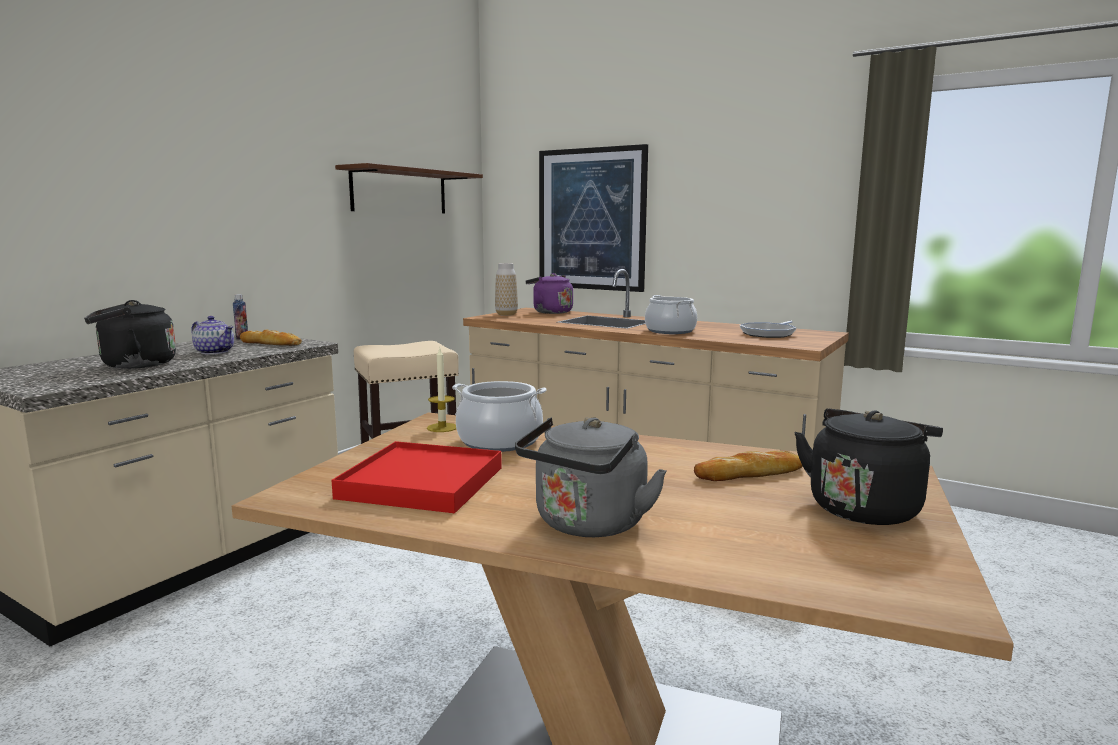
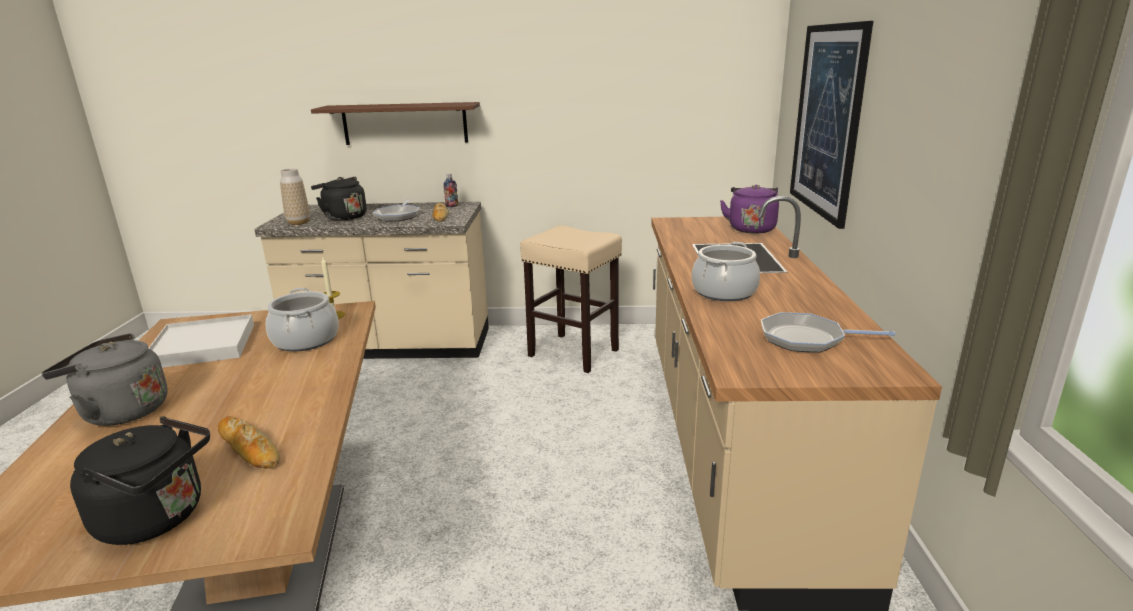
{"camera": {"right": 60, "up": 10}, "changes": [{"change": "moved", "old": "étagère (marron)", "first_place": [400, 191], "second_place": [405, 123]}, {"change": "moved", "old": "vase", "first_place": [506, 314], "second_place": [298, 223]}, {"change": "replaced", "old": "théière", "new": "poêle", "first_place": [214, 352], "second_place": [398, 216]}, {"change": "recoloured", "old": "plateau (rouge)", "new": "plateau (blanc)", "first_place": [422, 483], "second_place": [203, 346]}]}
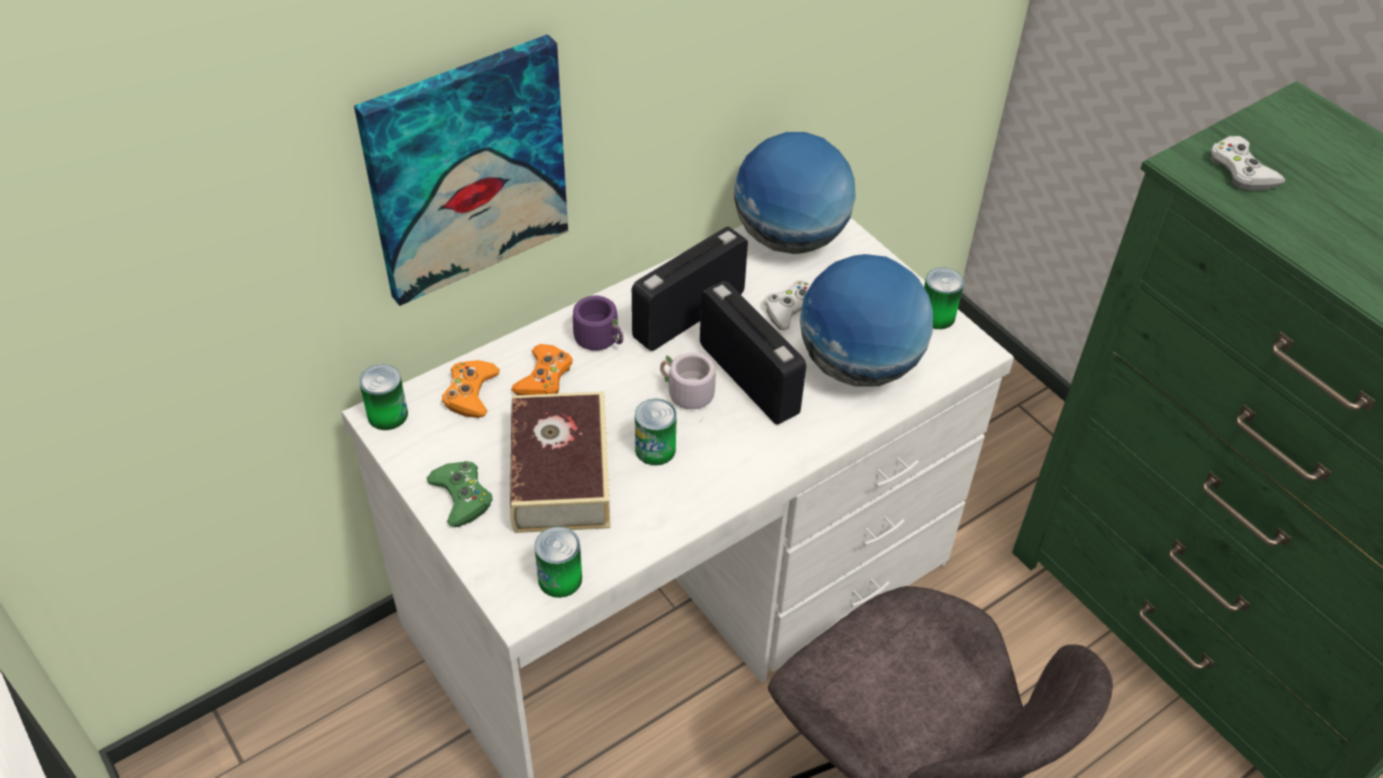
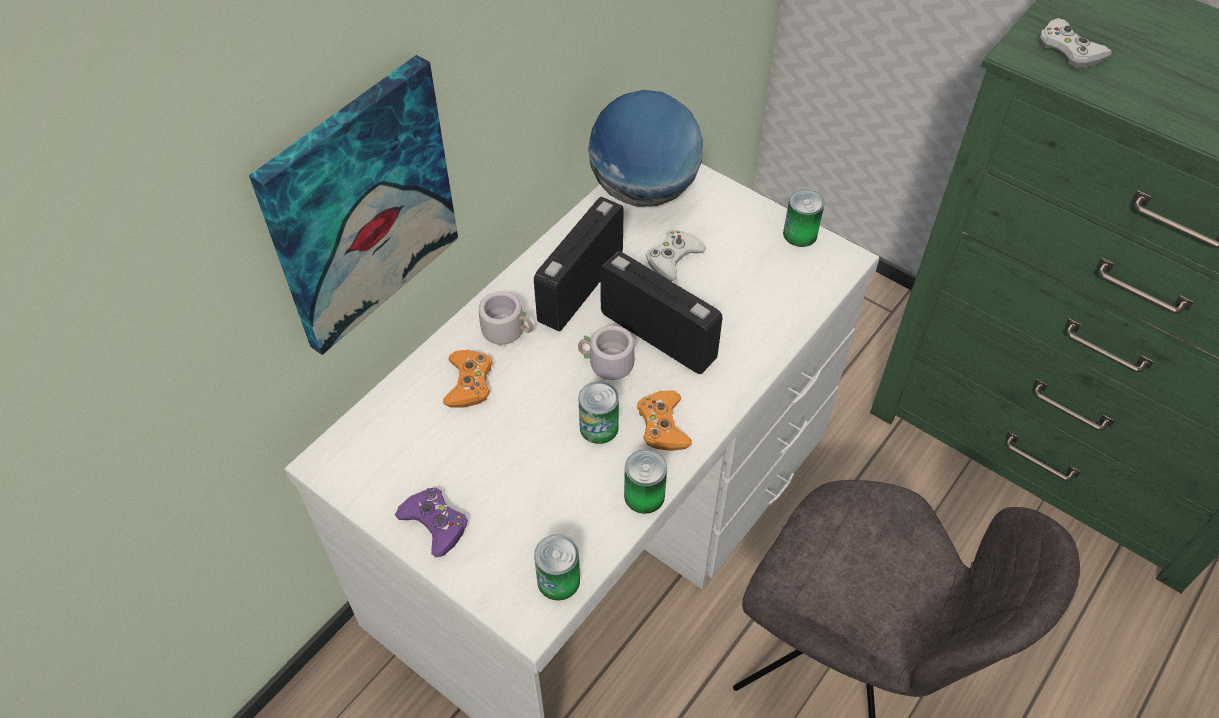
{"camera": {"right": -15, "up": 5}, "changes": [{"change": "removed", "old": "livre", "first_place": [560, 474]}, {"change": "removed", "old": "globe", "first_place": [858, 366]}, {"change": "moved", "old": "boîte métallique", "first_place": [387, 414], "second_place": [644, 495]}, {"change": "moved", "old": "manette (orange)", "first_place": [470, 393], "second_place": [662, 425]}, {"change": "recoloured", "old": "manette (vert)", "new": "manette (violet)", "first_place": [462, 497], "second_place": [435, 524]}, {"change": "recoloured", "old": "mug (violet)", "new": "mug (gris)", "first_place": [602, 338], "second_place": [509, 329]}]}
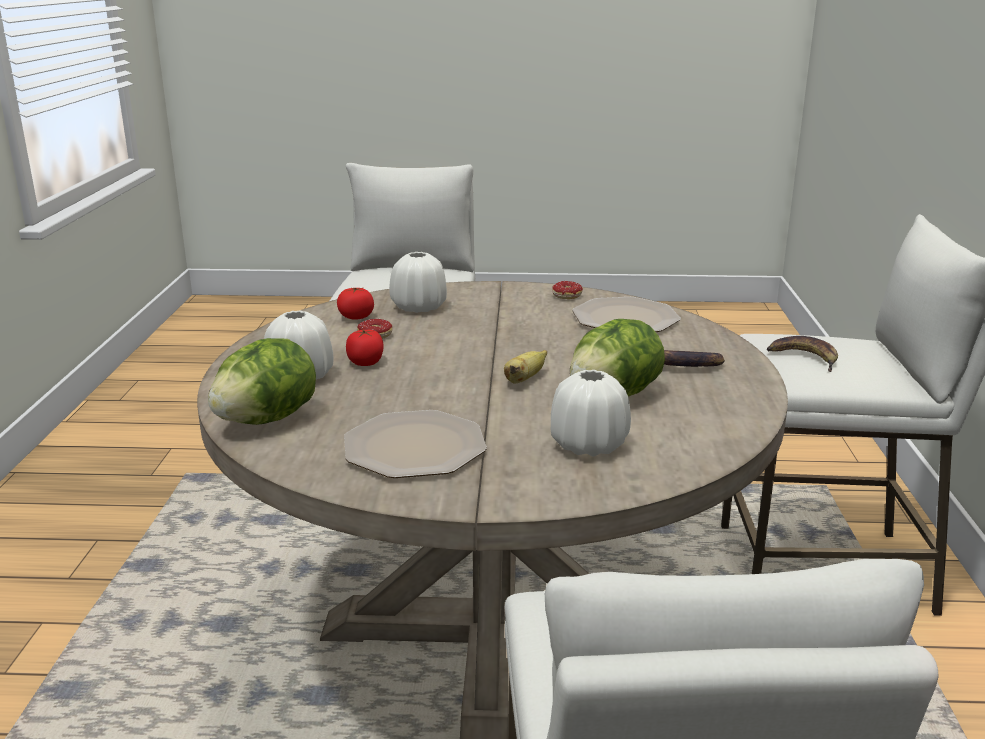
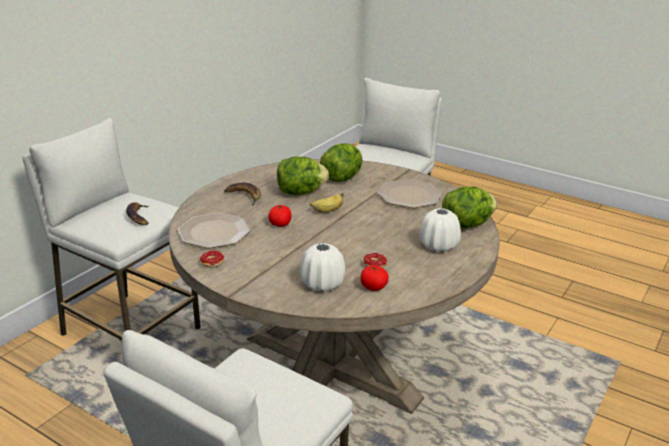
{"camera": {"right": -150, "up": 5}, "changes": [{"change": "moved", "old": "tomate", "first_place": [365, 363], "second_place": [280, 224]}, {"change": "replaced", "old": "vase (blanc)", "new": "laitue", "first_place": [589, 445], "second_place": [342, 178]}]}
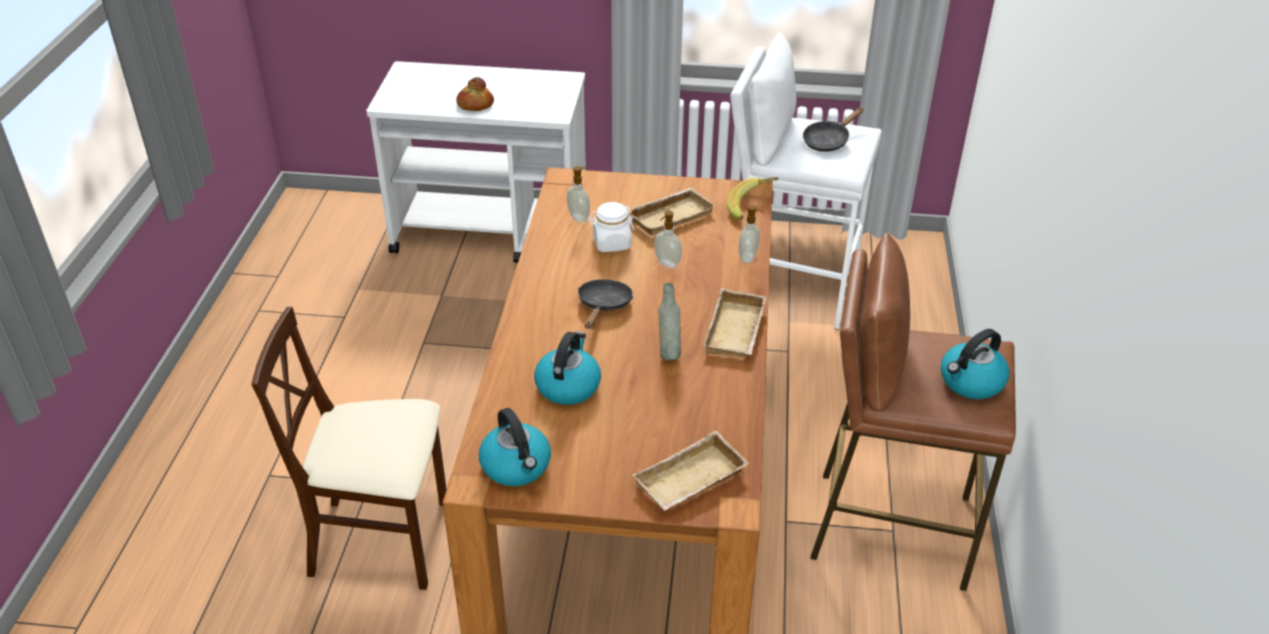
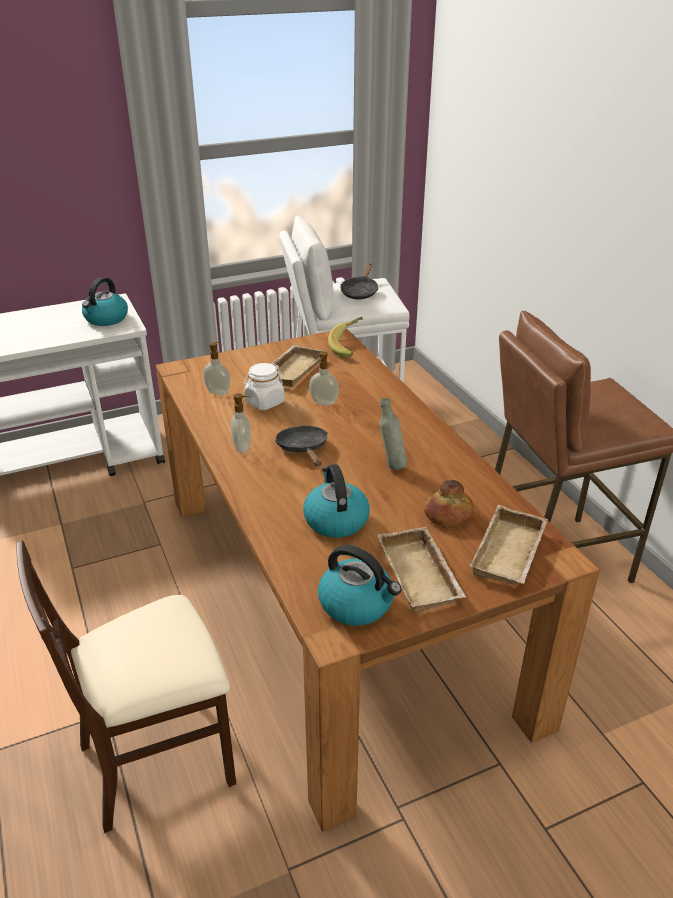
{"camera": {"right": -30, "up": -5}, "changes": [{"change": "moved", "old": "pain", "first_place": [475, 104], "second_place": [449, 515]}, {"change": "moved", "old": "plateau (beige)", "first_place": [737, 331], "second_place": [422, 575]}, {"change": "moved", "old": "distributeur de savon", "first_place": [748, 257], "second_place": [243, 447]}, {"change": "moved", "old": "bouilloire", "first_place": [971, 382], "second_place": [106, 319]}]}
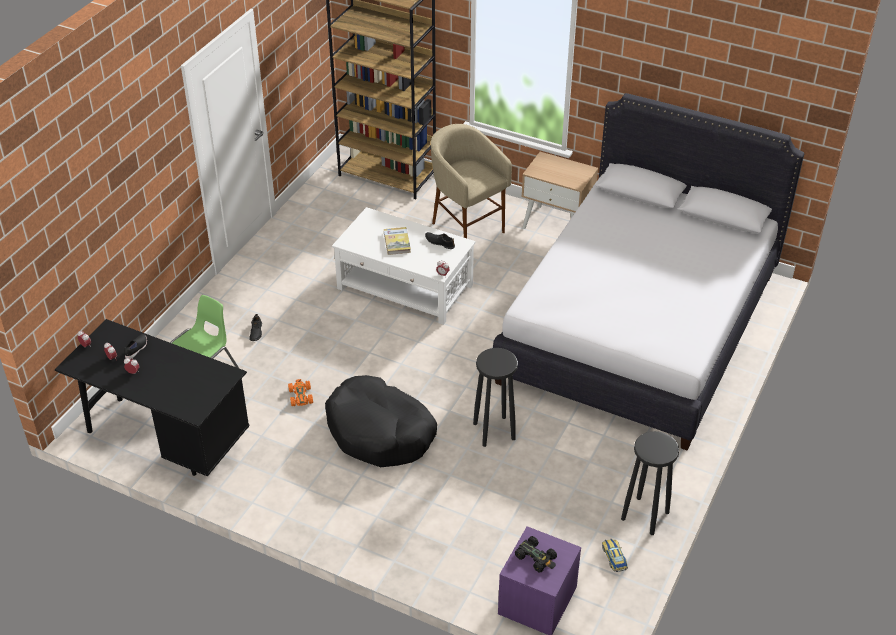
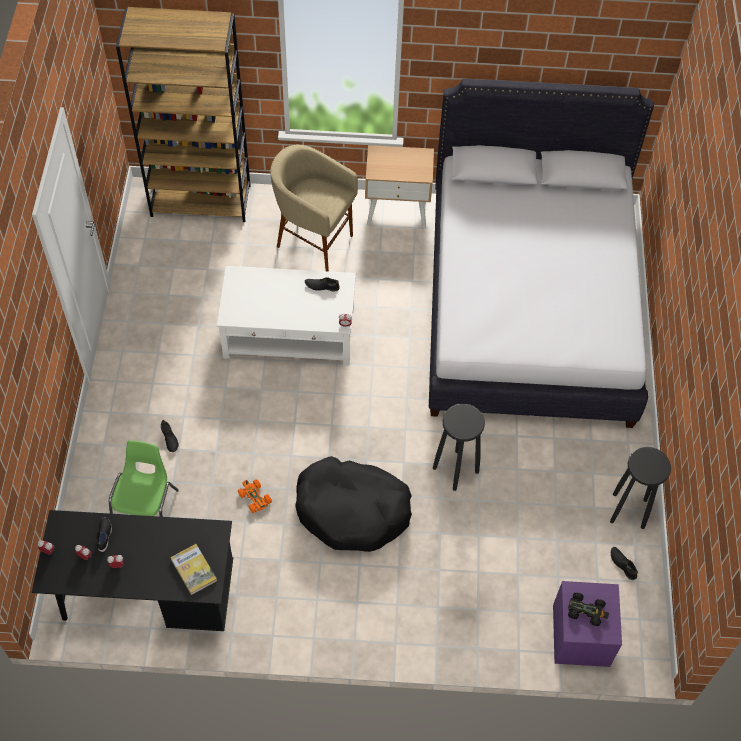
{"camera": {"right": -25, "up": 15}, "changes": [{"change": "moved", "old": "livre", "first_place": [397, 242], "second_place": [194, 570]}, {"change": "replaced", "old": "petite voiture", "new": "chaussure (noir)", "first_place": [614, 557], "second_place": [623, 564]}]}
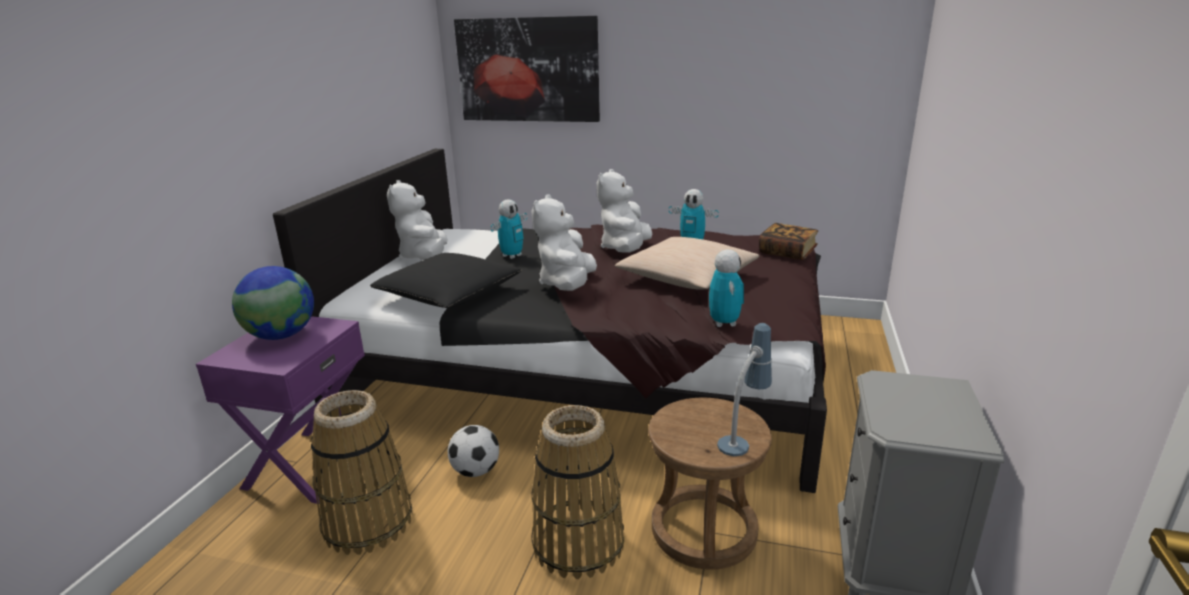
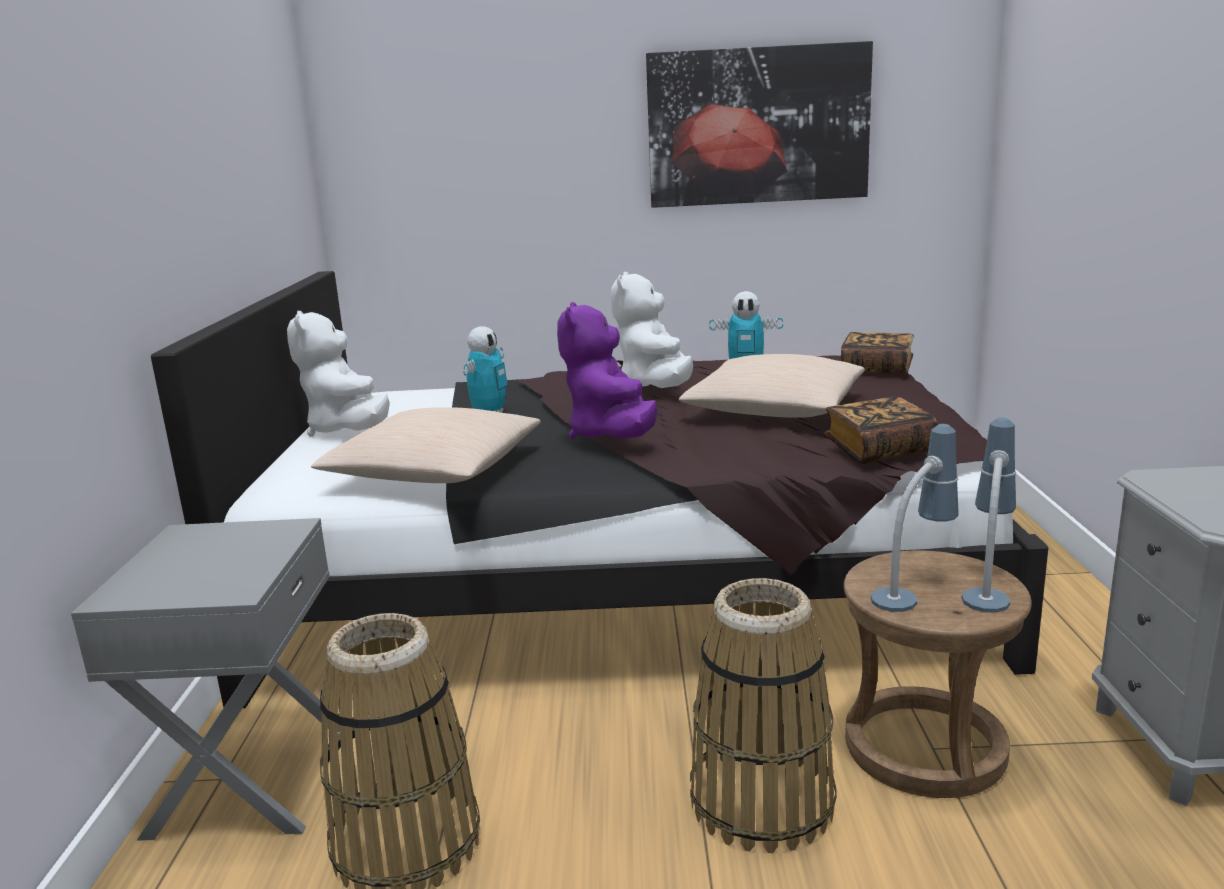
{"camera": {"right": -15, "up": -5}, "changes": [{"change": "removed", "old": "globe", "first_place": [281, 335]}, {"change": "removed", "old": "ballon de foot", "first_place": [476, 471]}, {"change": "added", "new": "lampe de table", "second_place": [913, 591]}, {"change": "moved", "old": "tableau", "first_place": [528, 70], "second_place": [758, 126]}, {"change": "replaced", "old": "robot jouet", "new": "livre", "first_place": [724, 323], "second_place": [879, 450]}, {"change": "recoloured", "old": "table de chevet (violet)", "new": "table de chevet (gris)", "first_place": [309, 465], "second_place": [248, 779]}, {"change": "recoloured", "old": "coussin (noir)", "new": "coussin (beige)", "first_place": [449, 295], "second_place": [434, 470]}, {"change": "recoloured", "old": "peluche (blanc)", "new": "peluche (violet)", "first_place": [567, 284], "second_place": [611, 435]}]}
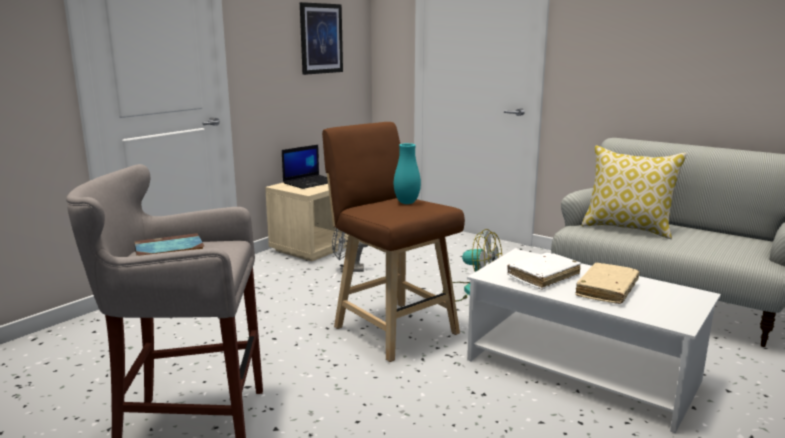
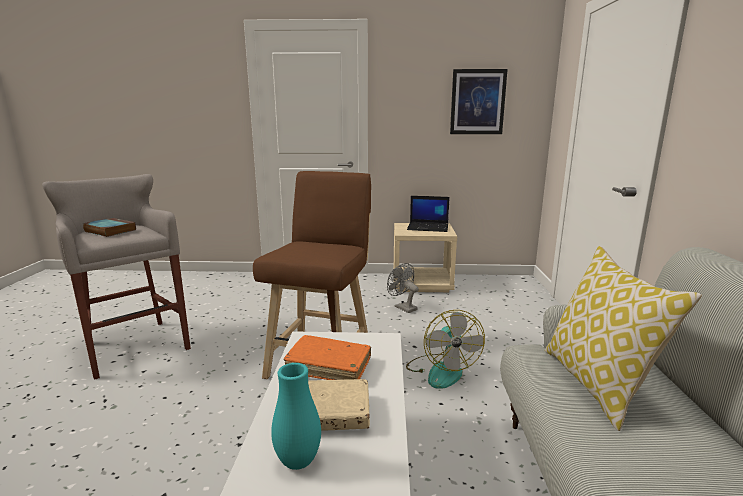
{"camera": {"right": 55, "up": 0}, "changes": [{"change": "moved", "old": "vase (turquoise)", "first_place": [407, 203], "second_place": [298, 461]}, {"change": "recoloured", "old": "livre (blanc)", "new": "livre (orange)", "first_place": [543, 277], "second_place": [328, 366]}]}
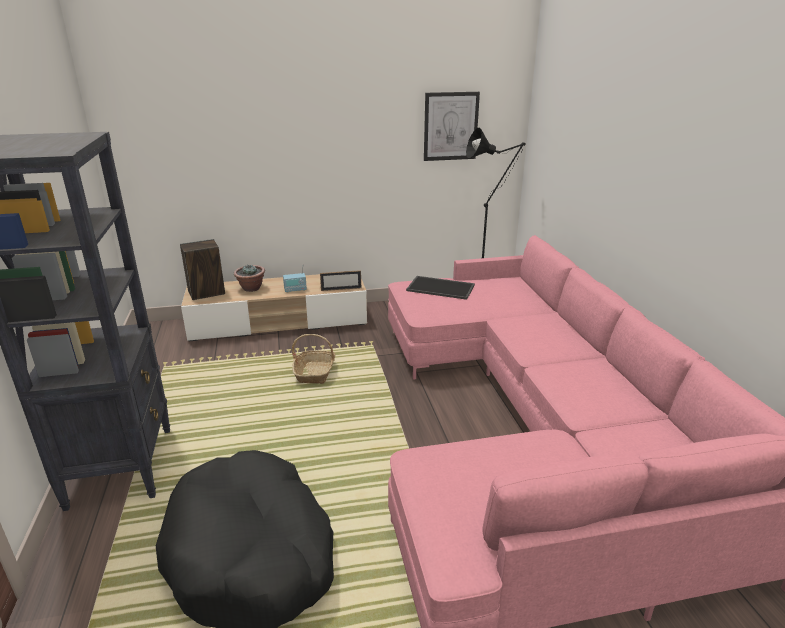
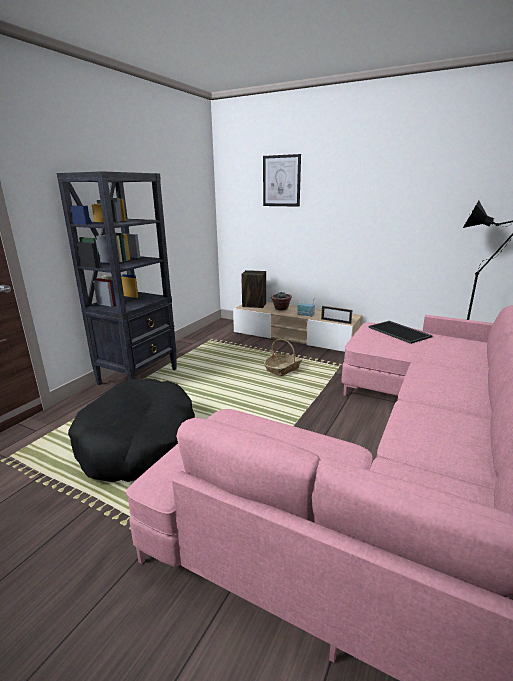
{"camera": {"right": 40, "up": -5}, "changes": [{"change": "moved", "old": "tableau", "first_place": [450, 126], "second_place": [281, 181]}]}
